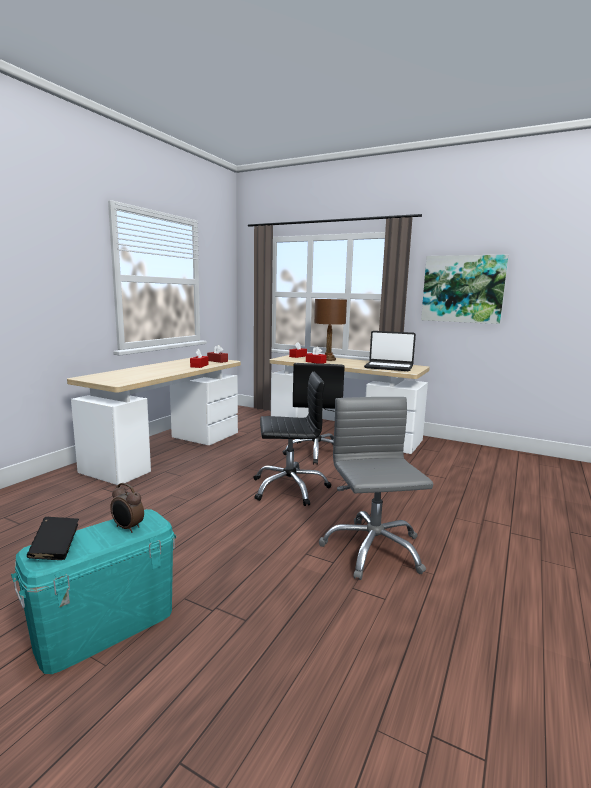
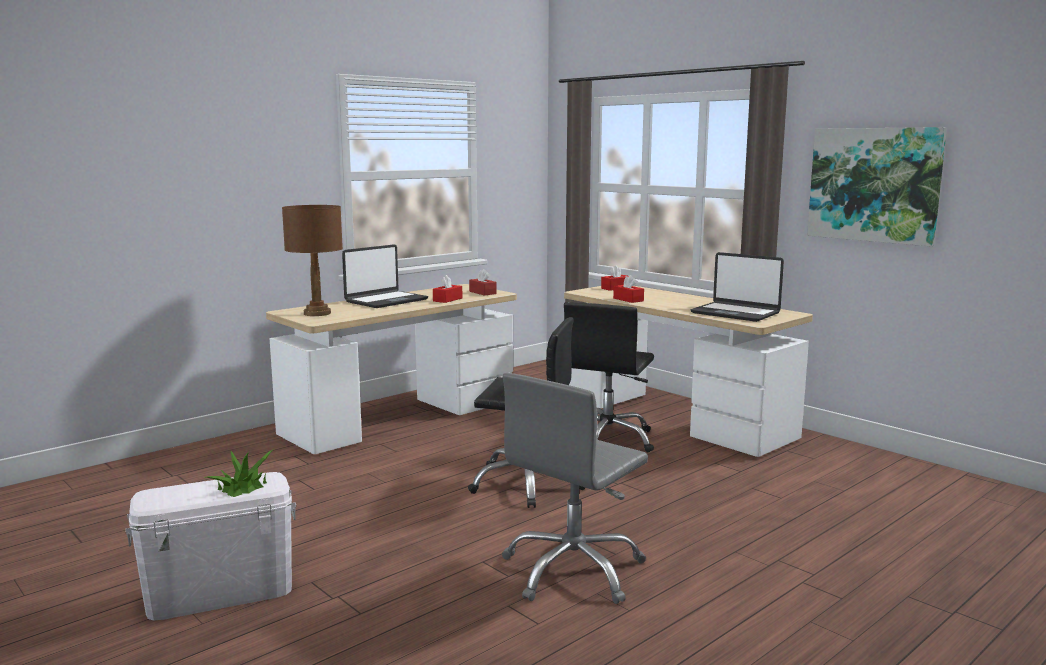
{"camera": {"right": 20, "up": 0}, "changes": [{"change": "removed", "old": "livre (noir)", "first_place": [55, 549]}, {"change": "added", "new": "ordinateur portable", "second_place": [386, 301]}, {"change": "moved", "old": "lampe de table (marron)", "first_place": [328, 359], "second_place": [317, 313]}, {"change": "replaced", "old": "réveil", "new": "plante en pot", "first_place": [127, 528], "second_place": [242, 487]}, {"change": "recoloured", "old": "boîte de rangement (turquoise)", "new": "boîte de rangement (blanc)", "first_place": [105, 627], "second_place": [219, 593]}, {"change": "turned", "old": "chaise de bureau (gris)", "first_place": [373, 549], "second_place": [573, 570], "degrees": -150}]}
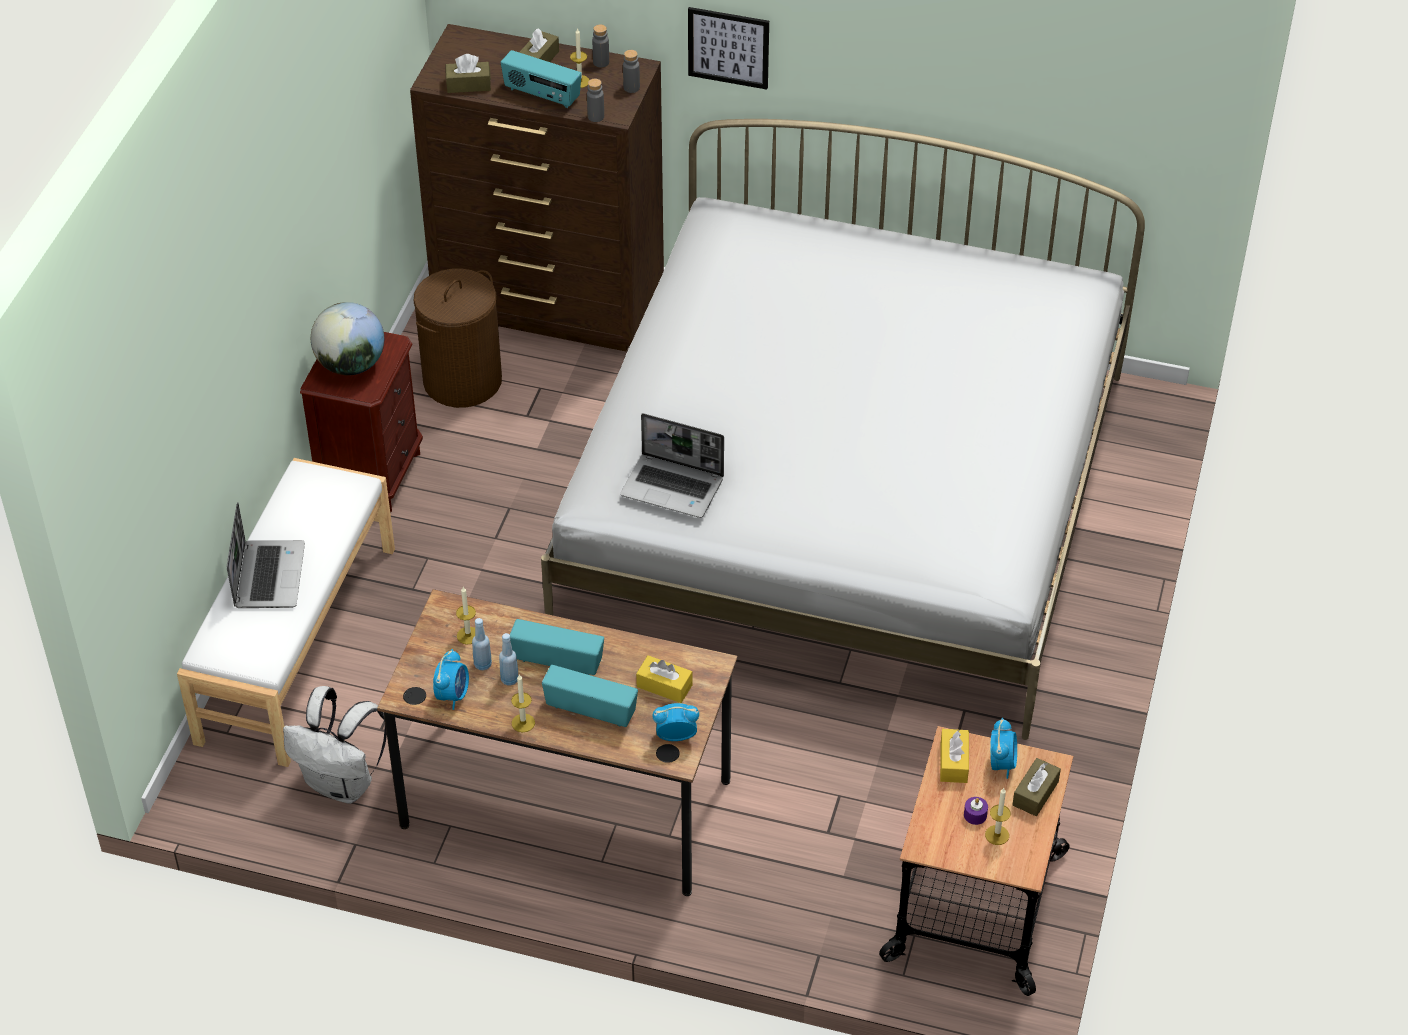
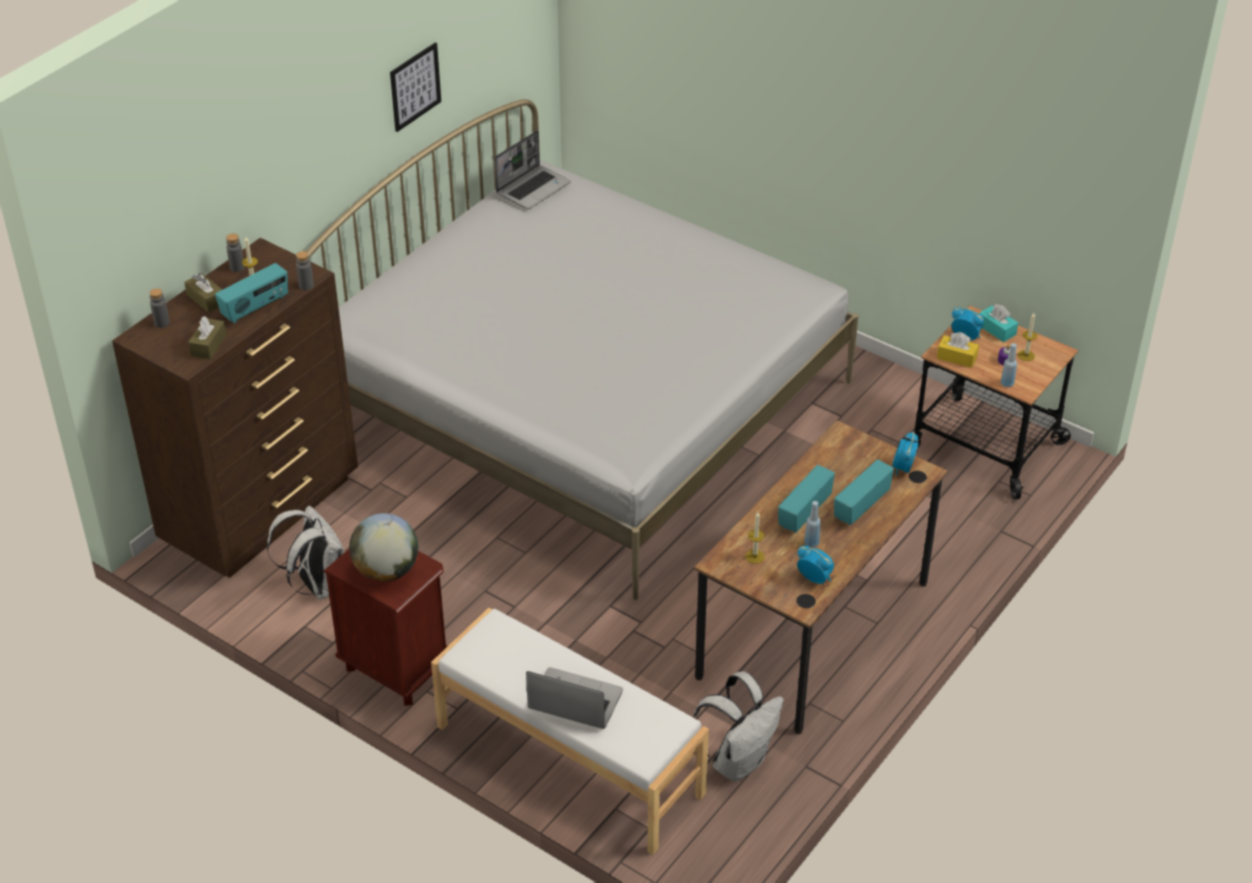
{"camera": {"right": -70, "up": -5}, "changes": [{"change": "removed", "old": "bougie", "first_place": [523, 723]}, {"change": "removed", "old": "boîte à mouchoirs (jaune)", "first_place": [664, 686]}, {"change": "moved", "old": "bouteille (bleu)", "first_place": [482, 664], "second_place": [1007, 384]}, {"change": "moved", "old": "ordinateur portable", "first_place": [674, 487], "second_place": [533, 188]}, {"change": "moved", "old": "bouteille (gris)", "first_place": [631, 87], "second_place": [162, 323]}, {"change": "moved", "old": "tableau", "first_place": [728, 47], "second_place": [415, 86]}, {"change": "replaced", "old": "panier à linge (marron)", "new": "sac à dos (blanc)", "first_place": [463, 380], "second_place": [317, 585]}, {"change": "recoloured", "old": "boîte à mouchoirs (marron)", "new": "boîte à mouchoirs (turquoise)", "first_place": [1035, 793], "second_place": [996, 330]}]}
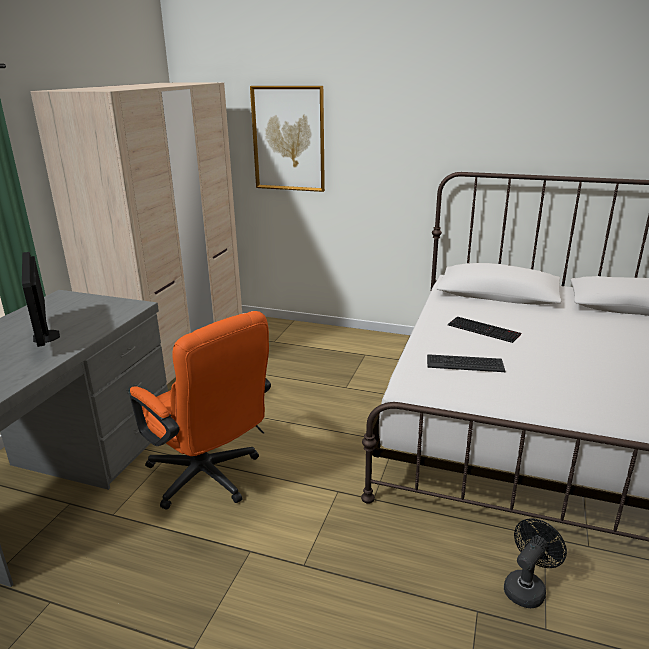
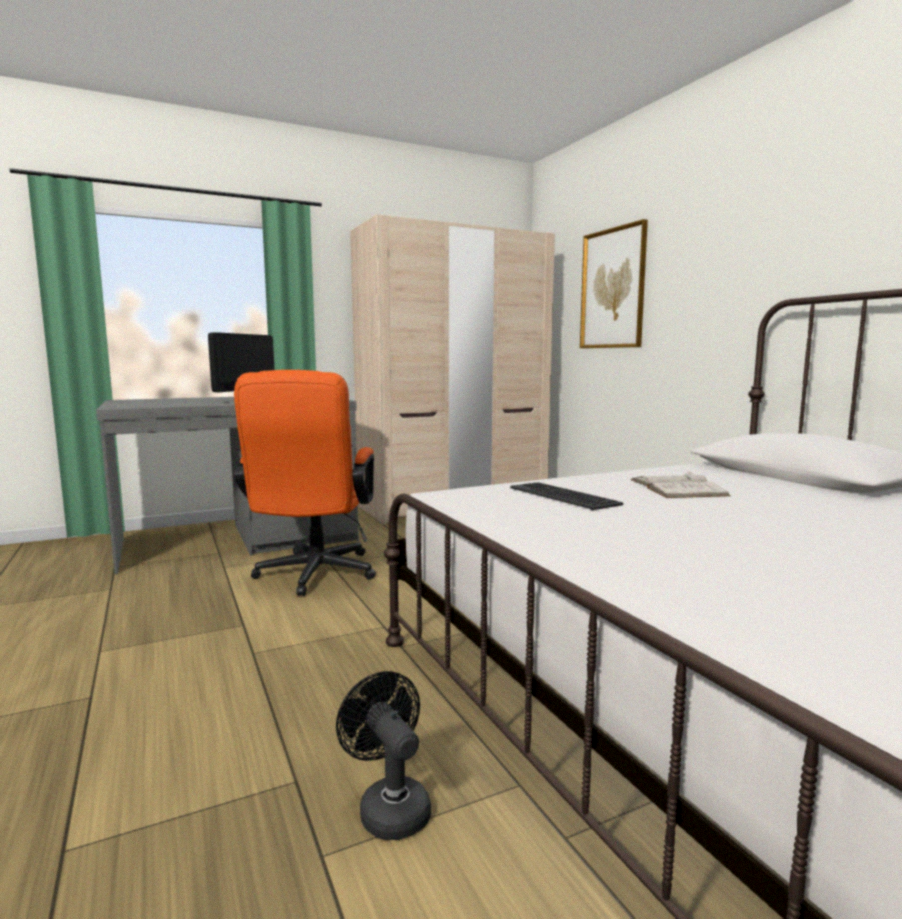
{"camera": {"right": 45, "up": -15}, "changes": [{"change": "replaced", "old": "clavier", "new": "livre (blanc)", "first_place": [484, 329], "second_place": [677, 487]}, {"change": "turned", "old": "ventilateur (noir)", "first_place": [527, 587], "second_place": [389, 806], "degrees": -120}]}
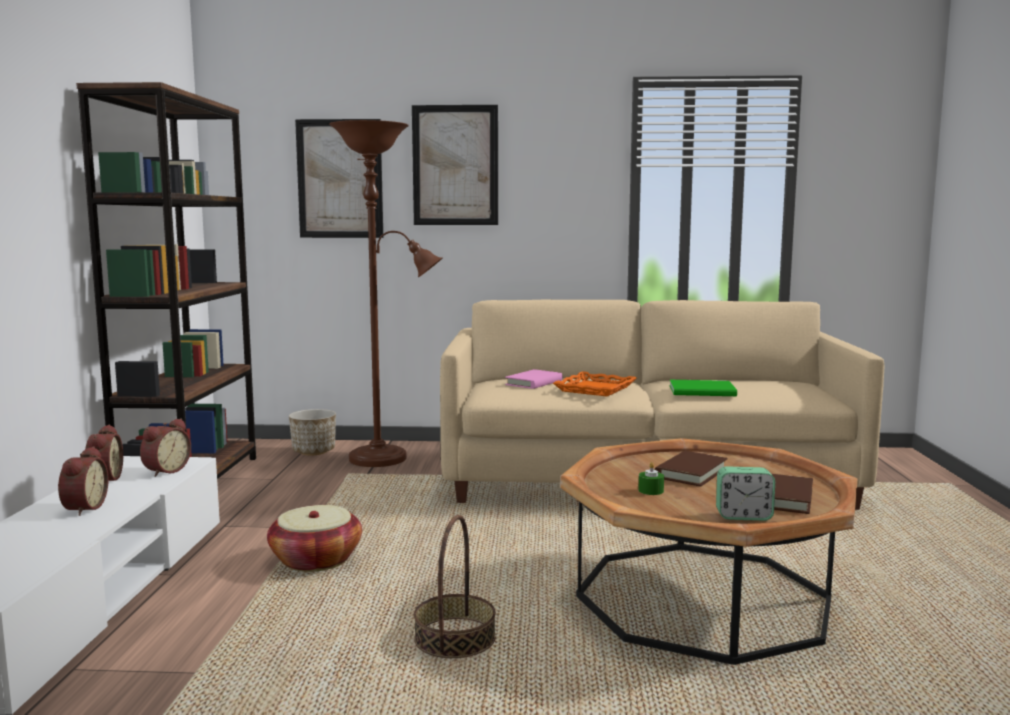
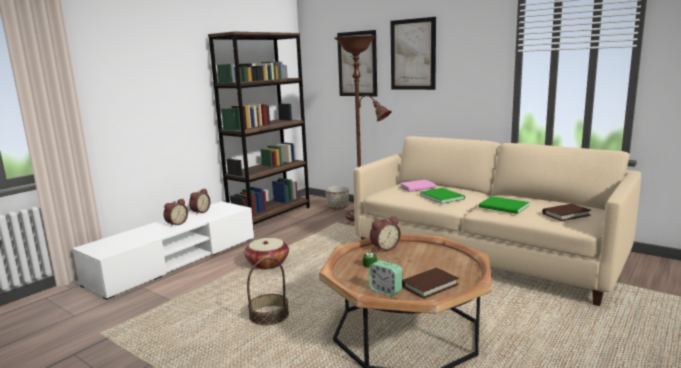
{"camera": {"right": 35, "up": 5}, "changes": [{"change": "moved", "old": "réveil", "first_place": [165, 471], "second_place": [384, 247]}, {"change": "moved", "old": "livre (marron)", "first_place": [691, 473], "second_place": [566, 214]}, {"change": "replaced", "old": "plateau (orange)", "new": "livre (vert)", "first_place": [594, 389], "second_place": [442, 196]}]}
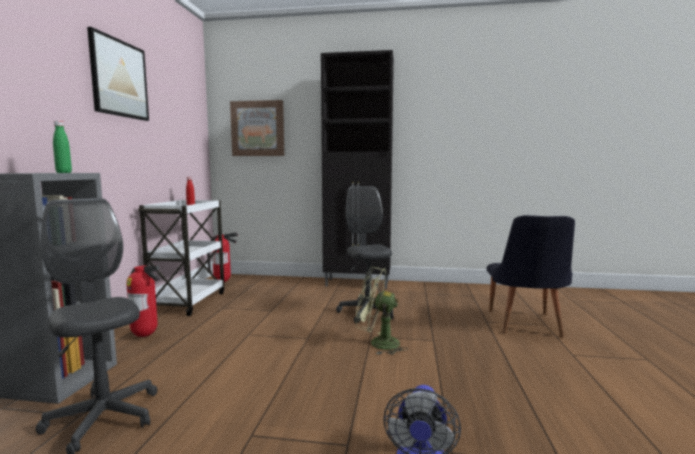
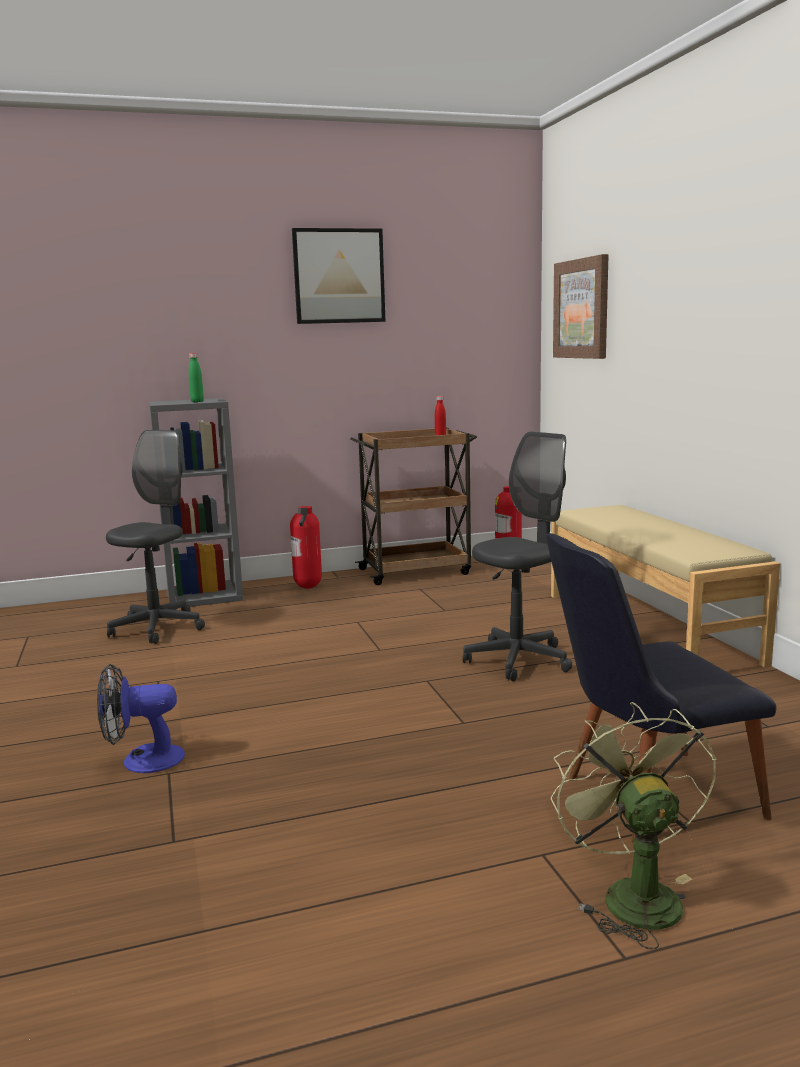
{"camera": {"right": 65, "up": 5}, "changes": [{"change": "moved", "old": "ventilateur (vert)", "first_place": [378, 343], "second_place": [631, 894]}, {"change": "replaced", "old": "meuble de rangement (noir)", "new": "banc (beige)", "first_place": [358, 284], "second_place": [648, 626]}, {"change": "recoloured", "old": "chariot (blanc)", "new": "chariot (marron)", "first_place": [188, 302], "second_place": [416, 571]}]}
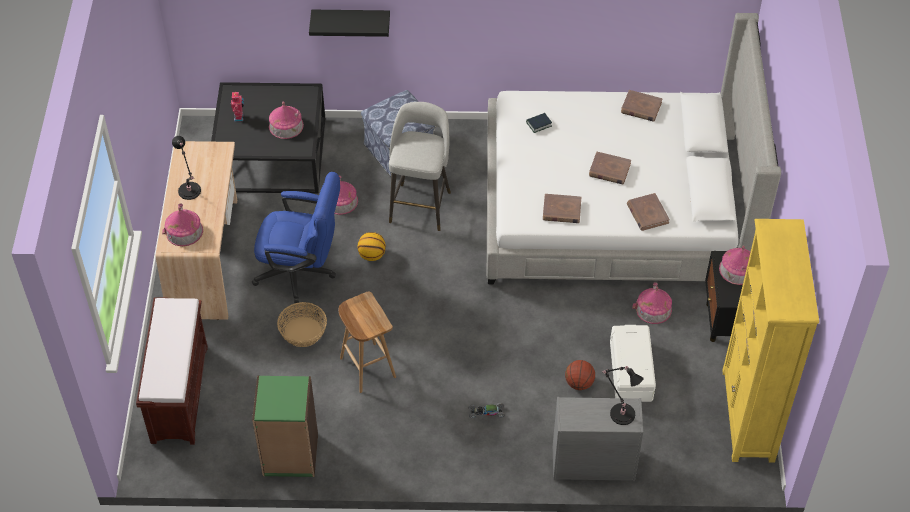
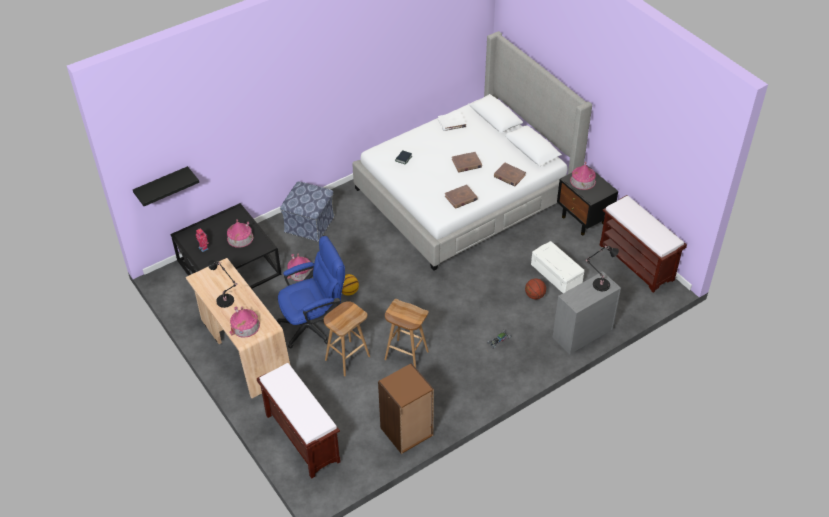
{"camera": {"right": -35, "up": -5}, "changes": [{"change": "removed", "old": "tabouret (gris)", "first_place": [420, 205]}, {"change": "removed", "old": "maison miniature", "first_place": [653, 309]}, {"change": "moved", "old": "étagère (noir)", "first_place": [351, 20], "second_place": [162, 185]}, {"change": "replaced", "old": "panier", "new": "tabouret (marron)", "first_place": [303, 332], "second_place": [347, 357]}, {"change": "replaced", "old": "bibliothèque (jaune)", "new": "banc (marron)", "first_place": [748, 416], "second_place": [637, 262]}, {"change": "recoloured", "old": "bibliothèque (vert)", "new": "bibliothèque (marron)", "first_place": [290, 455], "second_place": [407, 432]}, {"change": "recoloured", "old": "livre (marron)", "new": "livre (blanc)", "first_place": [641, 108], "second_place": [452, 123]}]}
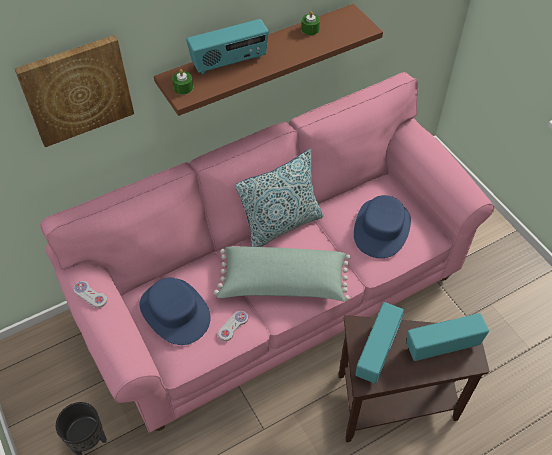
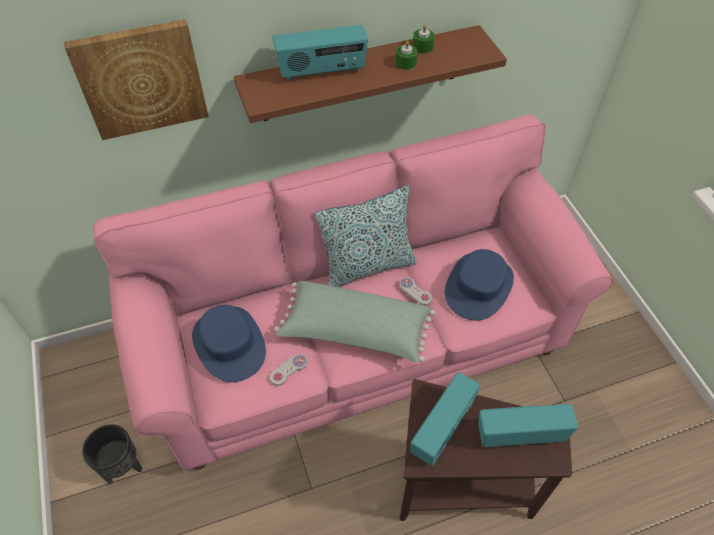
{"camera": {"right": 10, "up": 0}, "changes": [{"change": "moved", "old": "manette (blanc)", "first_place": [90, 295], "second_place": [415, 292]}, {"change": "moved", "old": "bougie (vert)", "first_place": [183, 87], "second_place": [405, 63]}]}
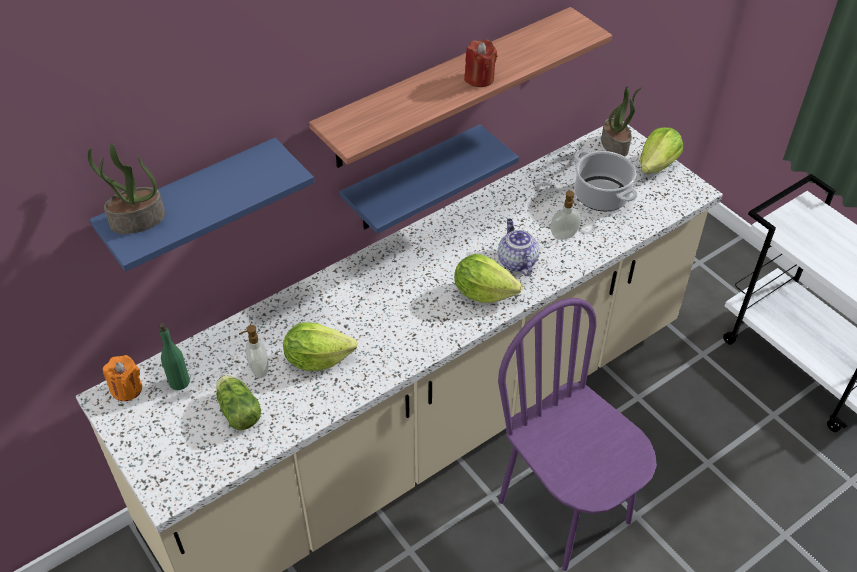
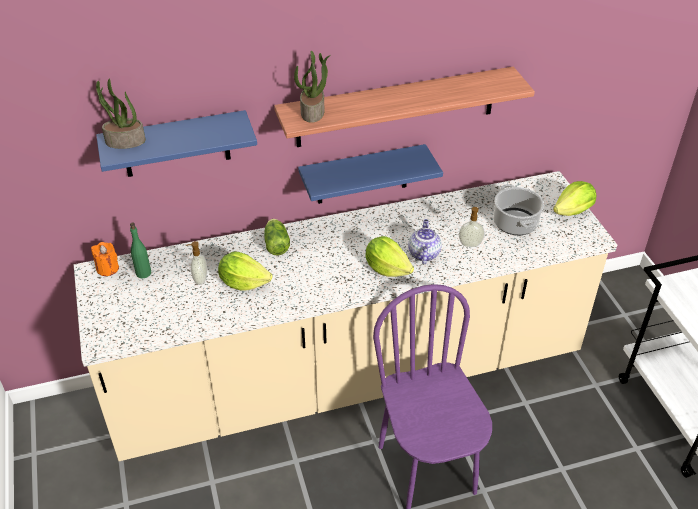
{"camera": {"right": 20, "up": -5}, "changes": [{"change": "removed", "old": "bougie (rouge)", "first_place": [479, 78]}, {"change": "moved", "old": "laitue", "first_place": [238, 409], "second_place": [276, 243]}, {"change": "moved", "old": "plante en pot", "first_place": [615, 145], "second_place": [313, 112]}]}
